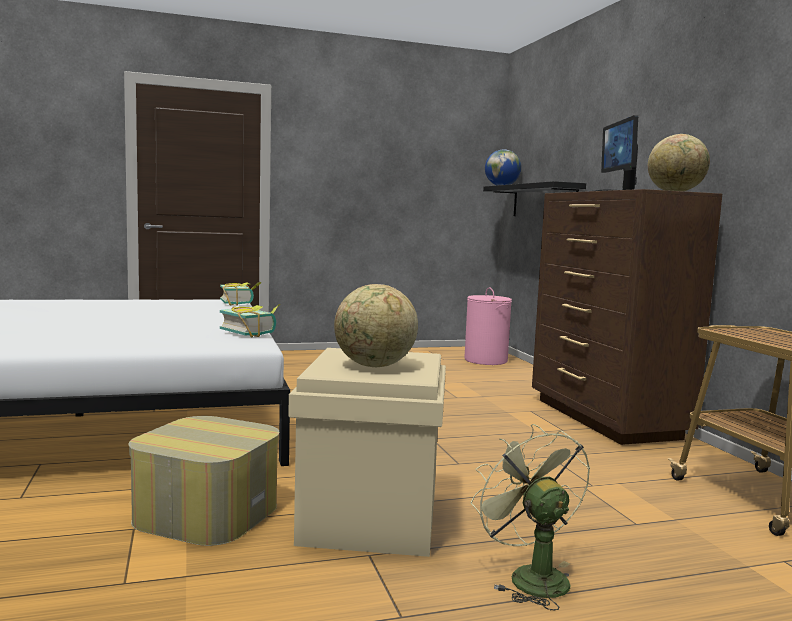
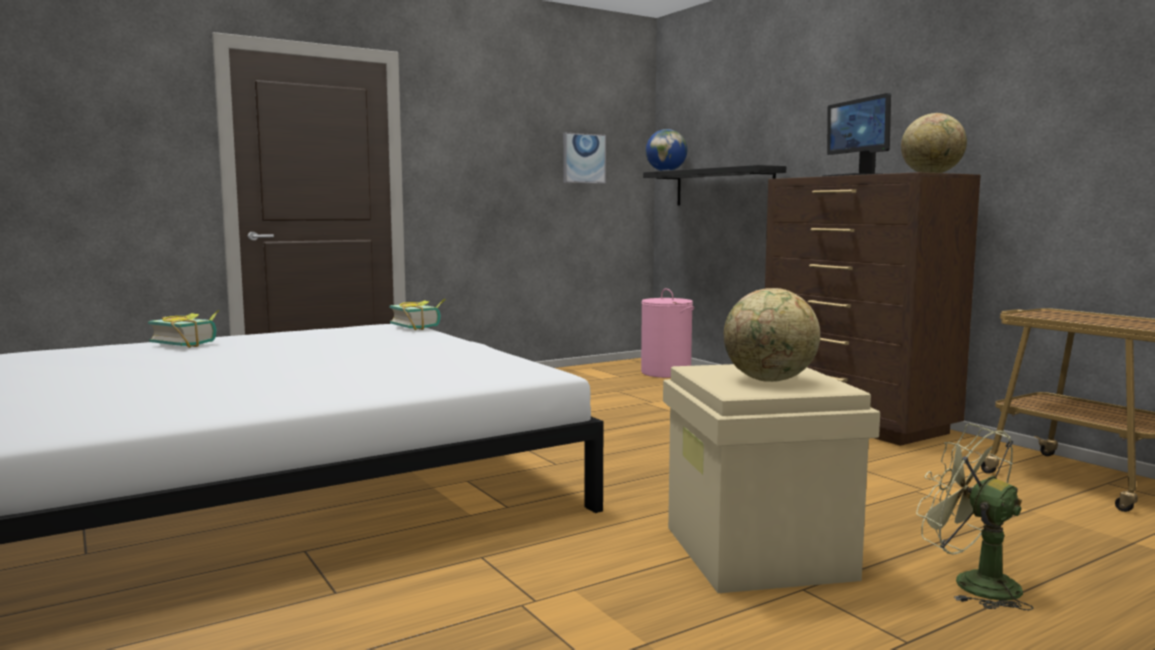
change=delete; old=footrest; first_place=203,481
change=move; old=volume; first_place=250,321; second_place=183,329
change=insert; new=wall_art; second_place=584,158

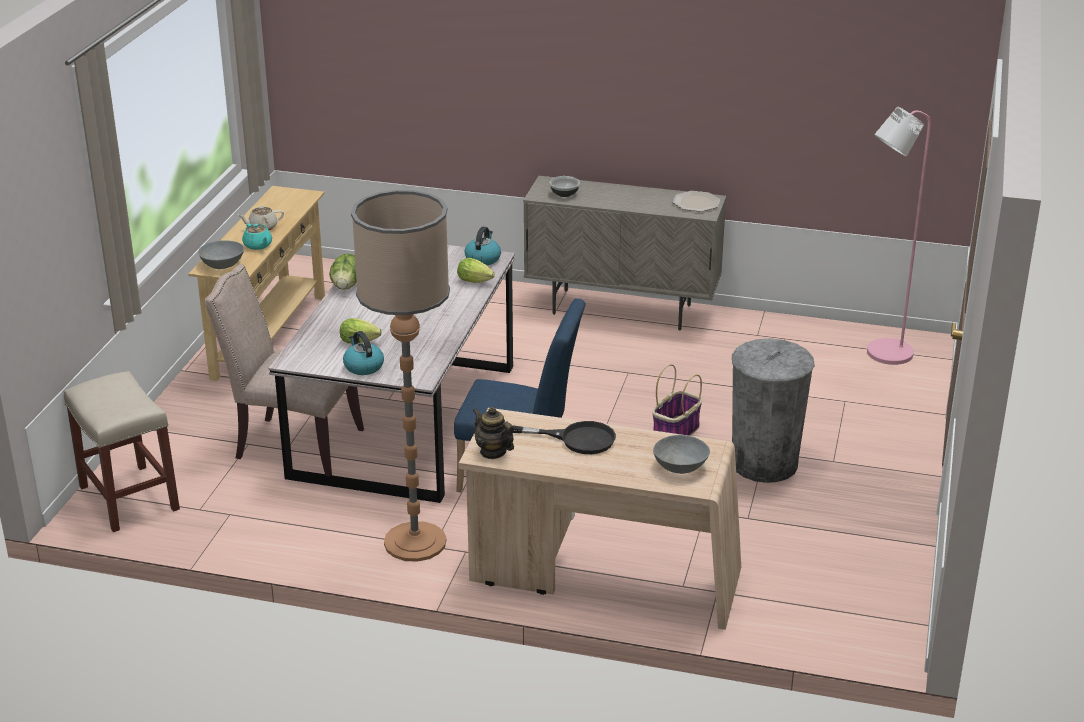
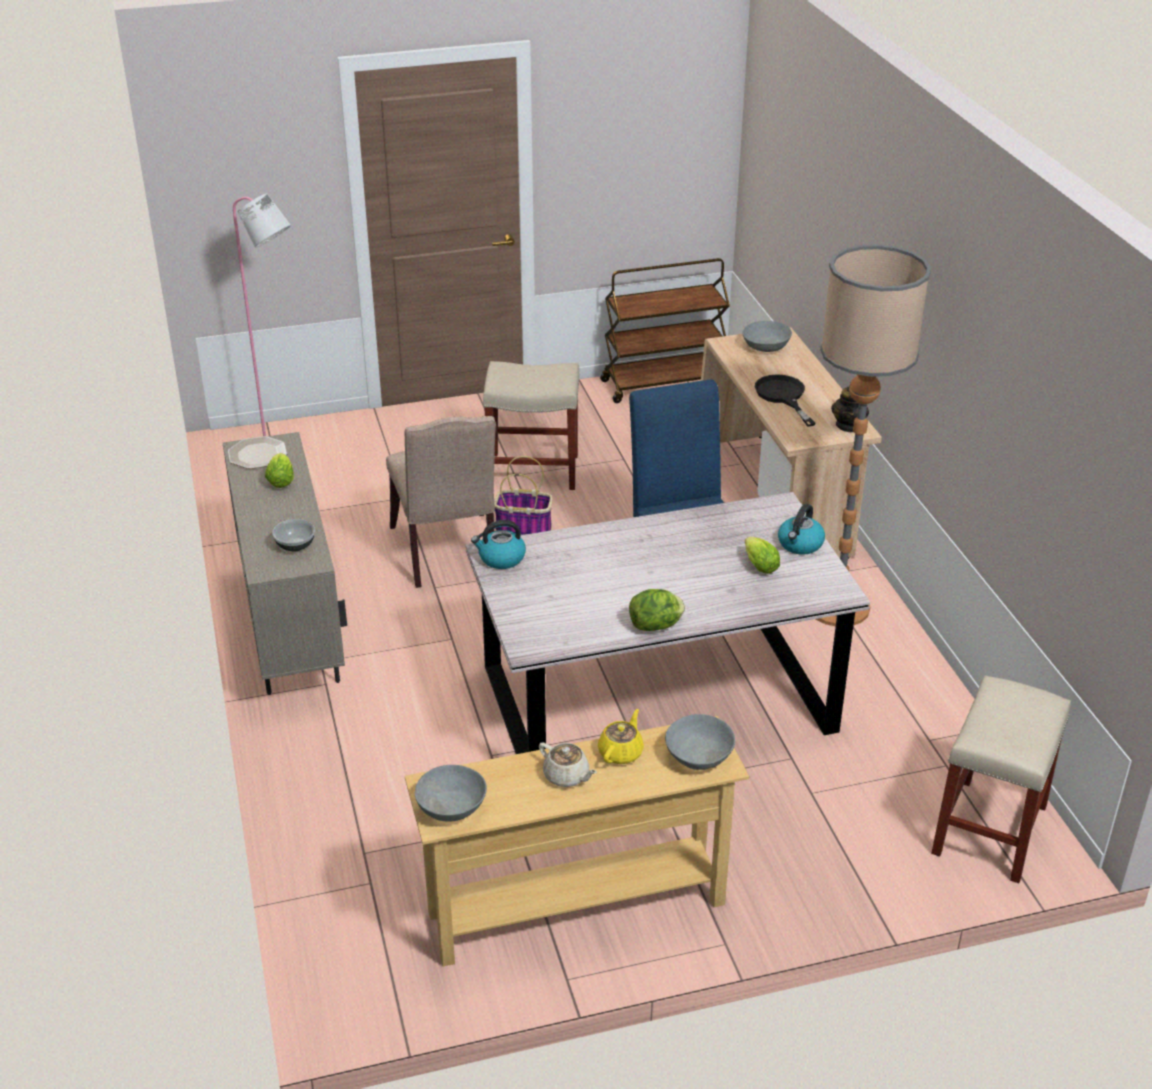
change=move; old=beige_upright_chair; first_place=284,370; second_place=441,502
change=recolor; old=blue-green_pot_for_tea; new=yellow-coloured_pot_for_tea; first_place=257,237; second_place=621,736
change=move; old=lettuce_head; first_place=476,270; second_place=279,470
change=replace; old=gray_trash_can; new=beige_stool_seat; first_place=773,410; second_place=531,425
change=insert; new=gray_serving_bowl; second_place=451,793
change=insert; new=brown-coloured_cart; second_place=665,330

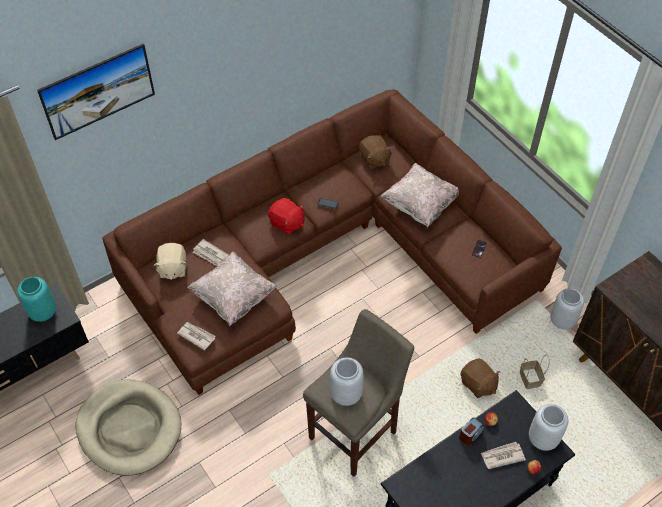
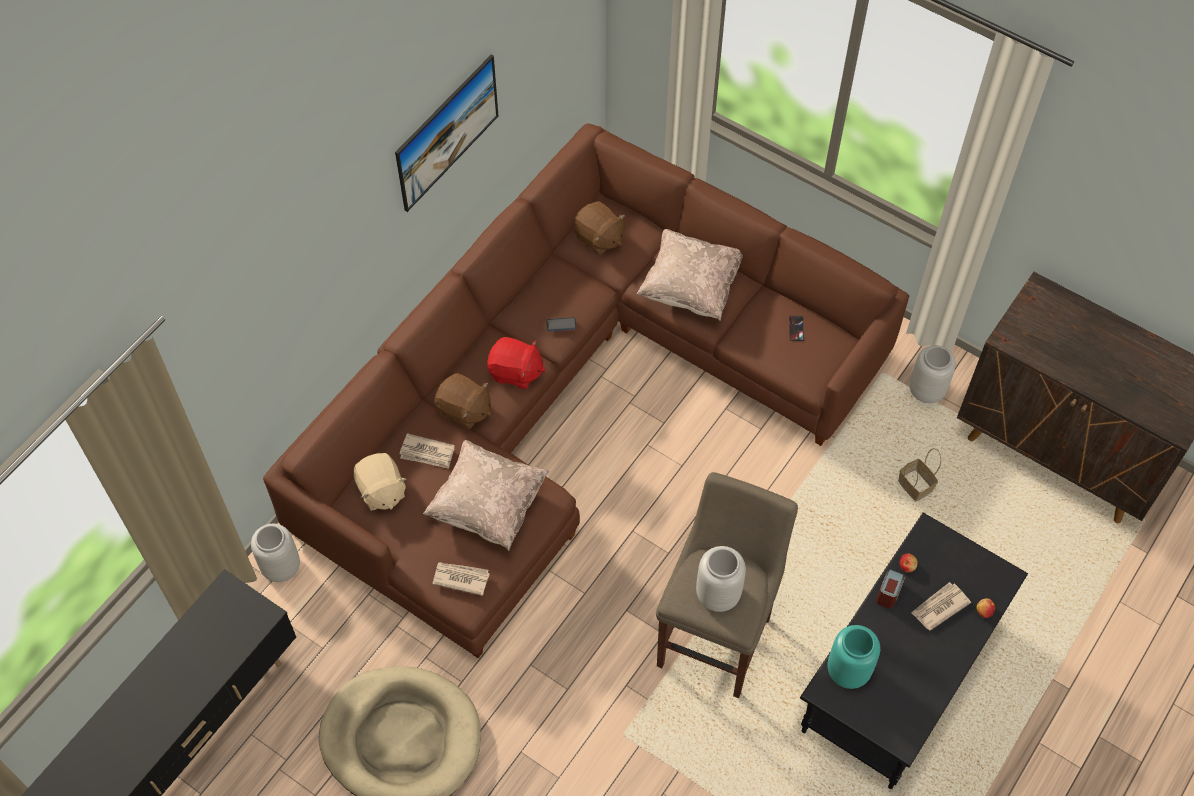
change=move; old=blue-green_decorative_vase; first_place=36,299; second_place=854,657
change=move; old=wall_art; first_place=96,92; second_place=446,133
change=move; old=brown-coloured_plush_toy; first_place=480,378; second_place=462,401
change=move; old=gray_decorative_vase; first_place=548,427; second_place=275,552

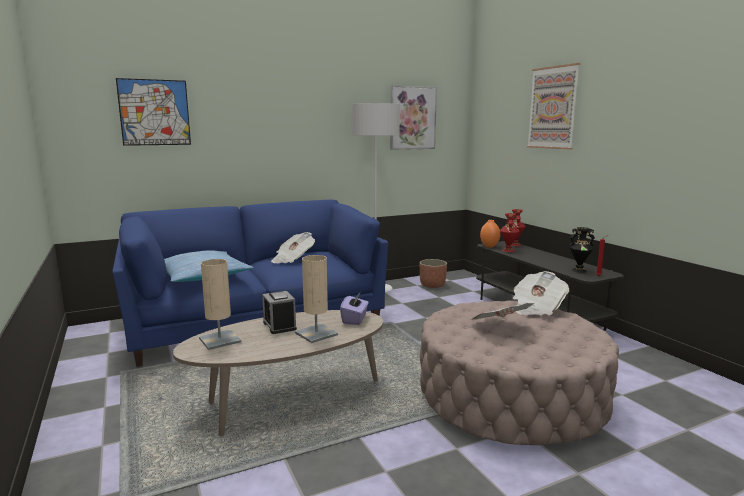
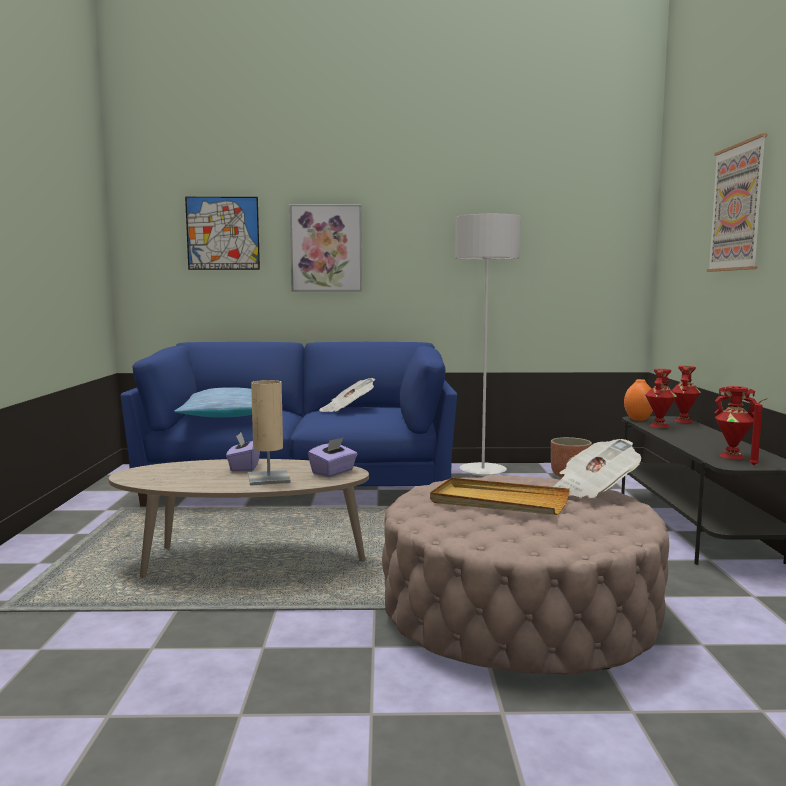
change=delete; old=beige_lamp_for_a_table; first_place=220,304
change=replace; old=table_clock; new=purple_box_of_tissues; first_place=279,312; second_place=243,452
change=move; old=wall_art; first_place=413,117; second_place=326,248
change=replace; old=newspaper; new=beige_carrying_tray; first_place=502,311; second_place=500,496
change=recolor; old=black-coloured_decorative_vase; new=red_decorative_vase; first_place=582,250; second_place=736,422

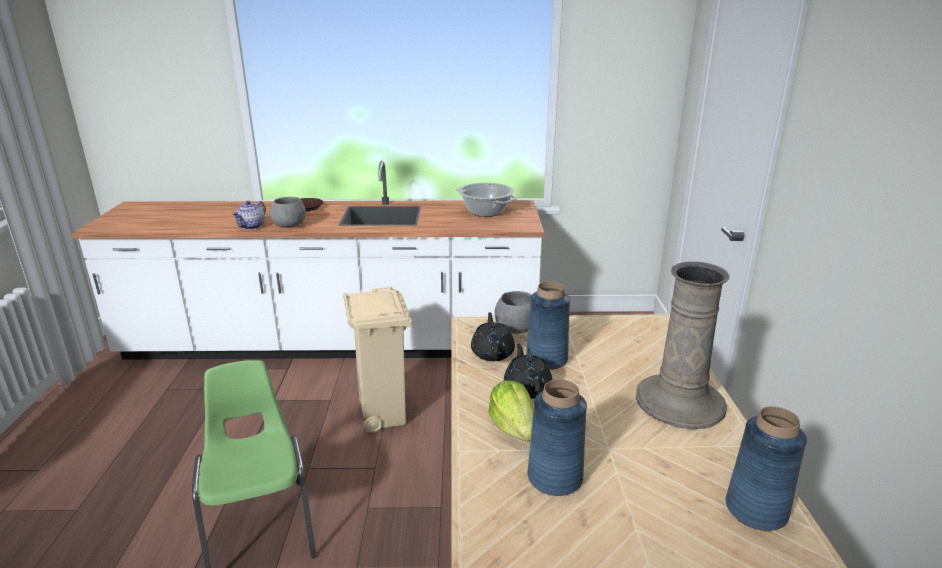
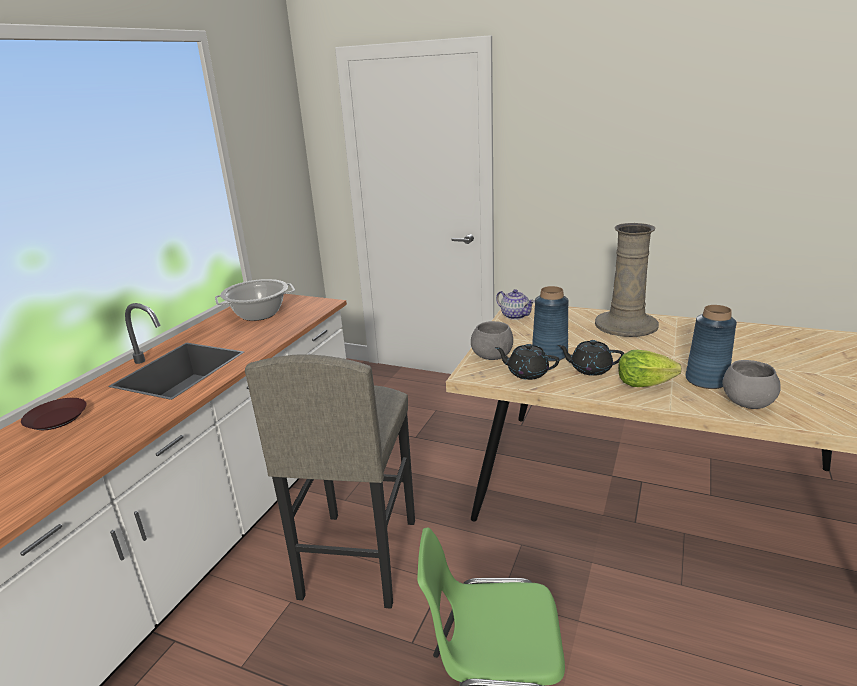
change=move; old=pot_for_tea; first_place=249,215; second_place=515,304
change=move; old=gray_serving_bowl; first_place=288,212; second_place=751,384
change=replace; old=beige_trash_can; new=gray_stool_seat; first_place=377,360; second_place=330,481
change=delete; old=blue-coloured_decorative_vase; first_place=766,468

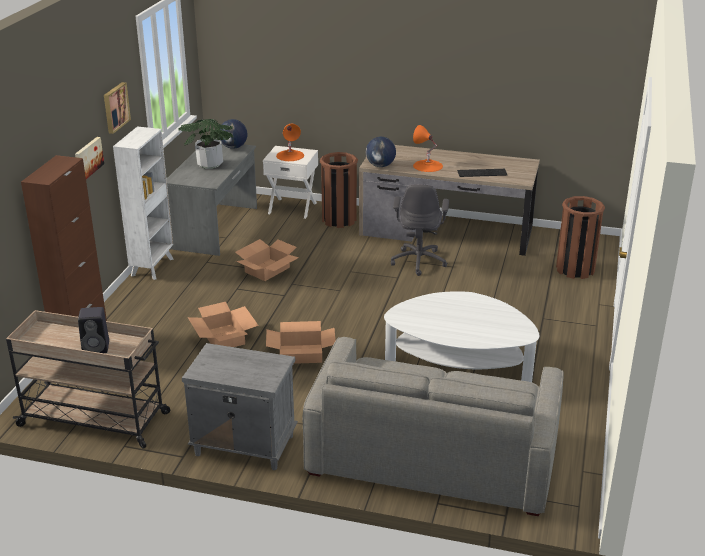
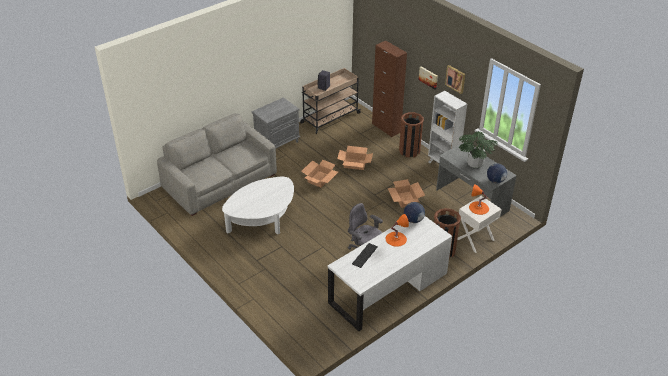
change=recolor; old=brown-coloured_desk; new=whitish_desk; first_place=449,200; second_place=390,273
change=move; old=brown-coloured_trash_can; first_place=580,237; second_place=411,135

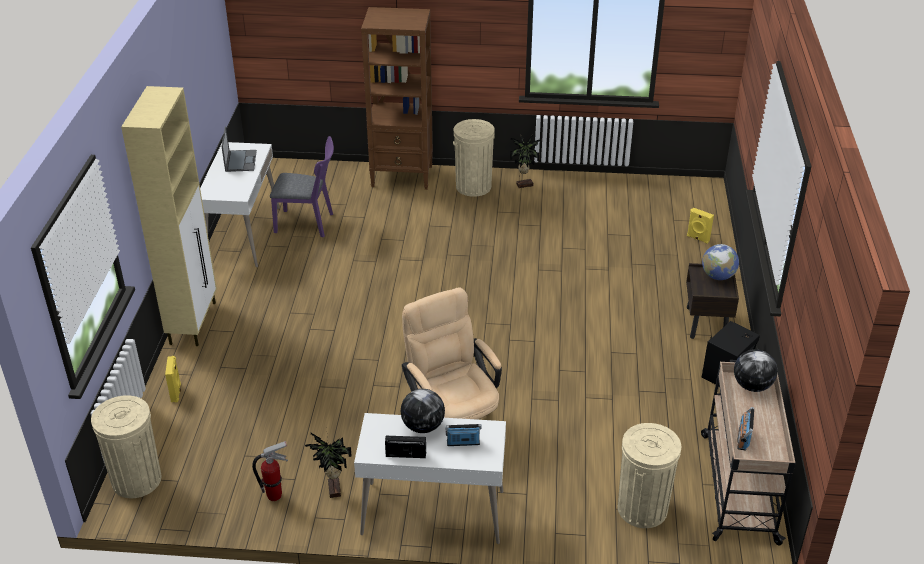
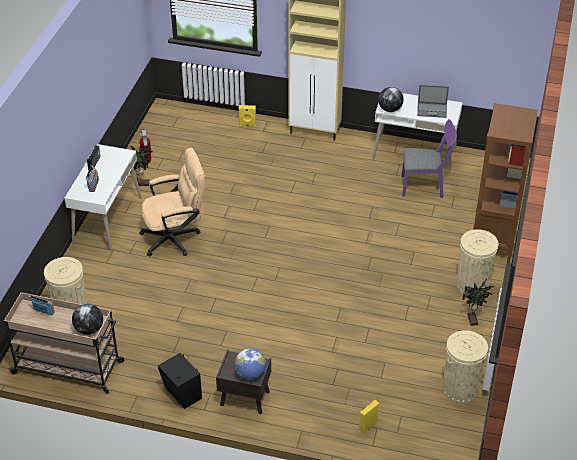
change=move; old=beige_trash_can; first_place=126,446; second_place=465,366
change=rotate; old=purple_upright_chair; first_place=302,187; second_place=429,158; degrees=-105
change=move; old=globe; first_place=423,411; second_place=391,99

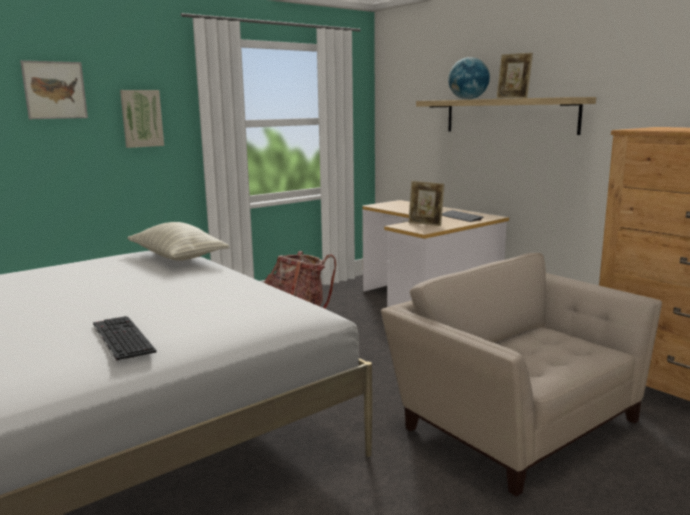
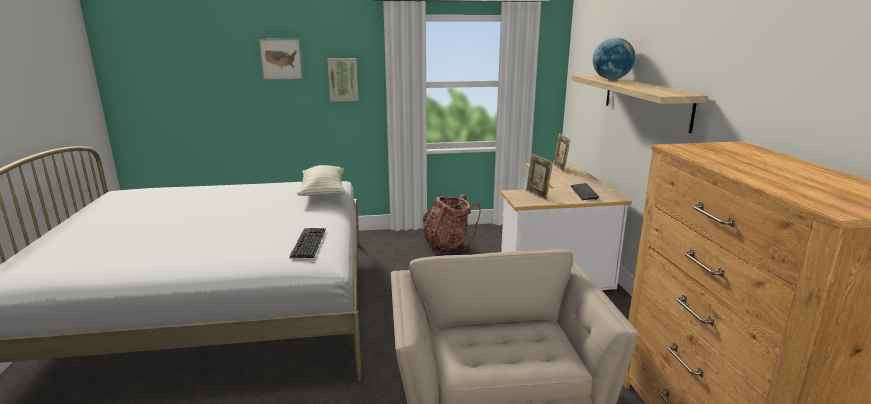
change=move; old=keyboard; first_place=125,338; second_place=308,243
change=move; old=standing_frame; first_place=514,75; second_place=562,152

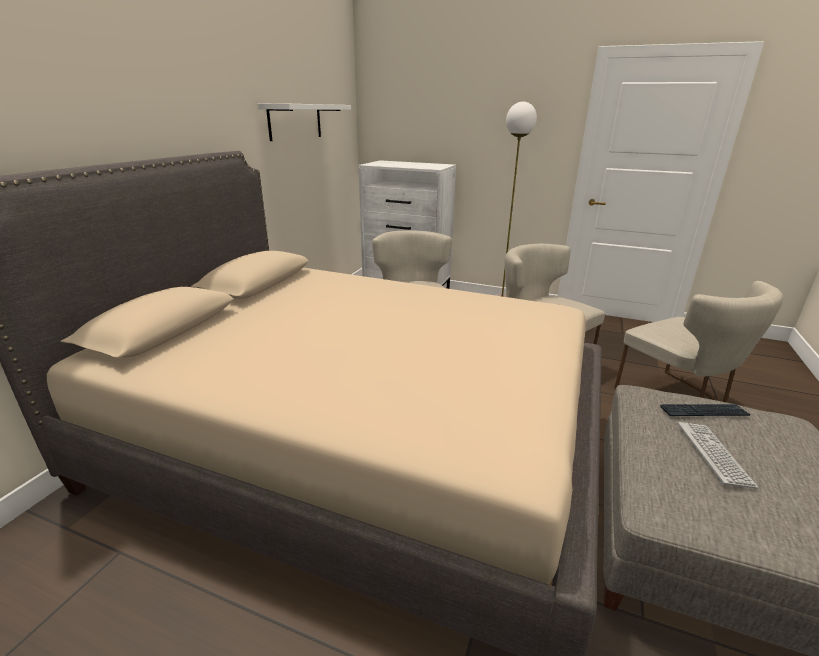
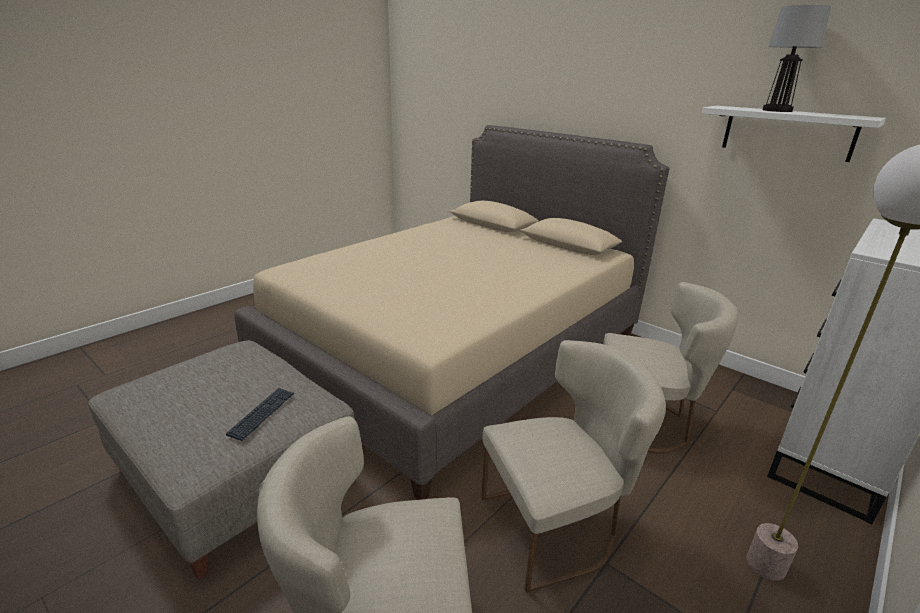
change=delete; old=keyboard; first_place=718,455
change=insert; new=lamp_for_a_table; second_place=797,58

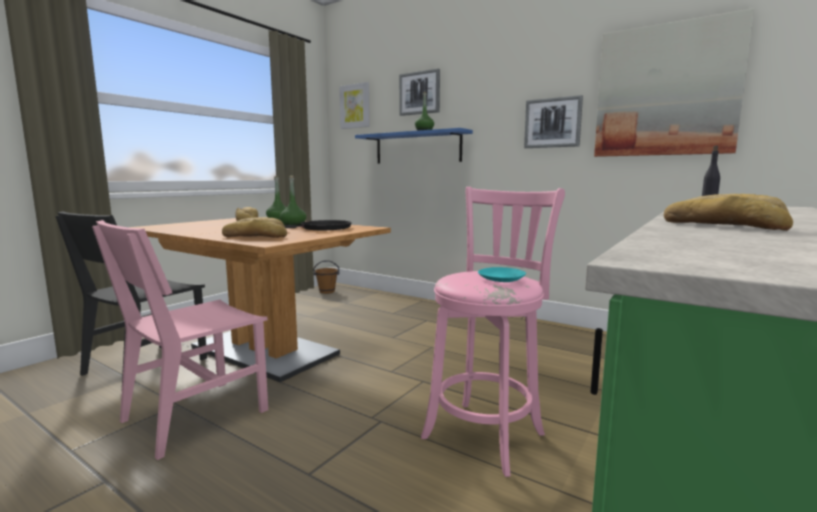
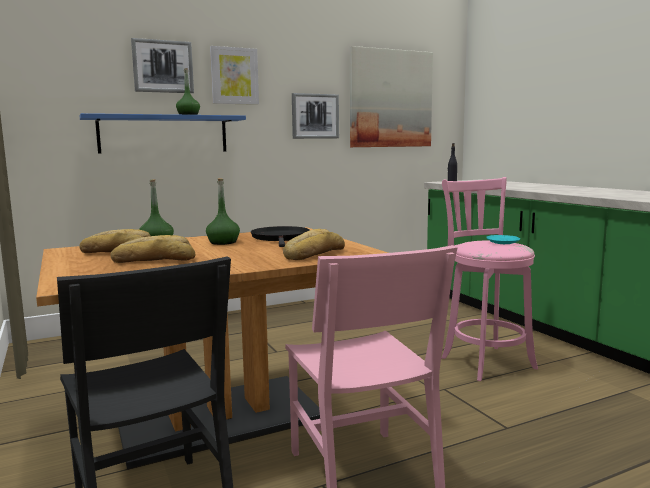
change=delete; old=brown-coloured_pail; first_place=326,277
change=move; old=wall_art; first_place=354,105; second_place=234,75
change=move; old=baked_bread; first_place=728,212; second_place=153,249

